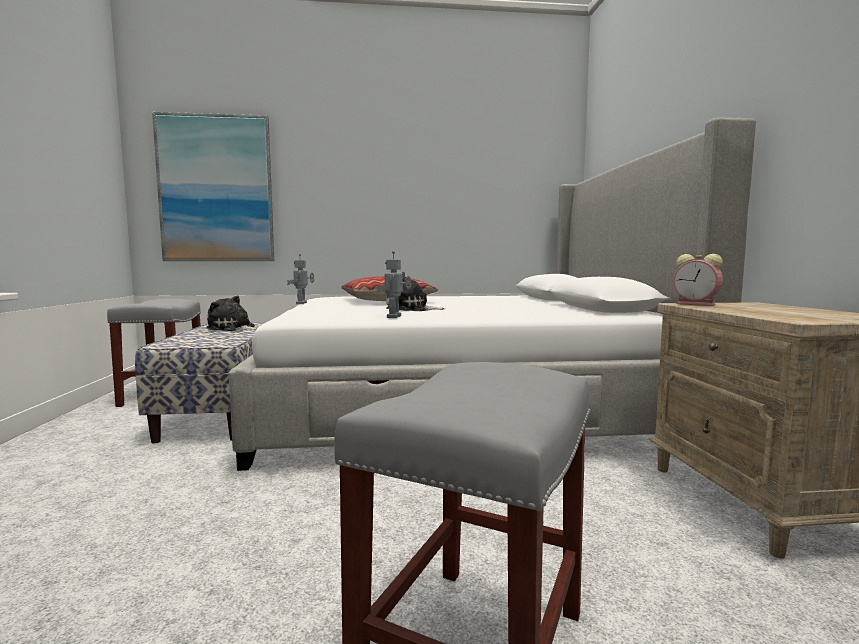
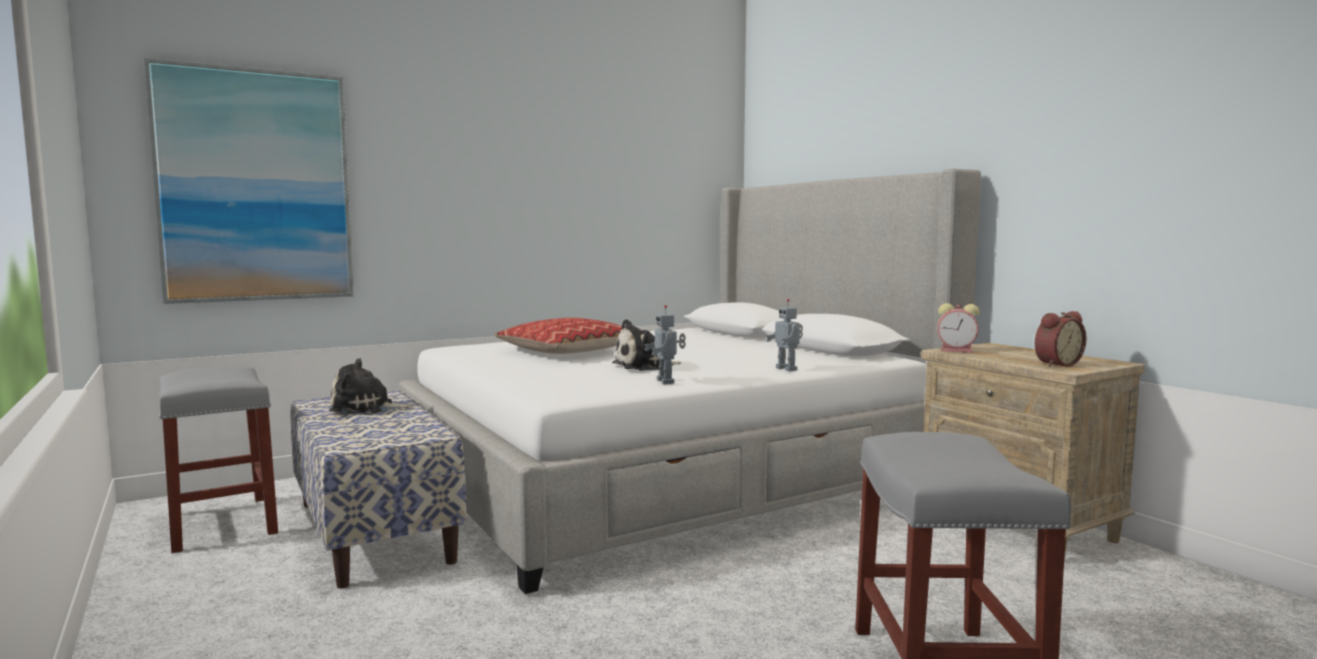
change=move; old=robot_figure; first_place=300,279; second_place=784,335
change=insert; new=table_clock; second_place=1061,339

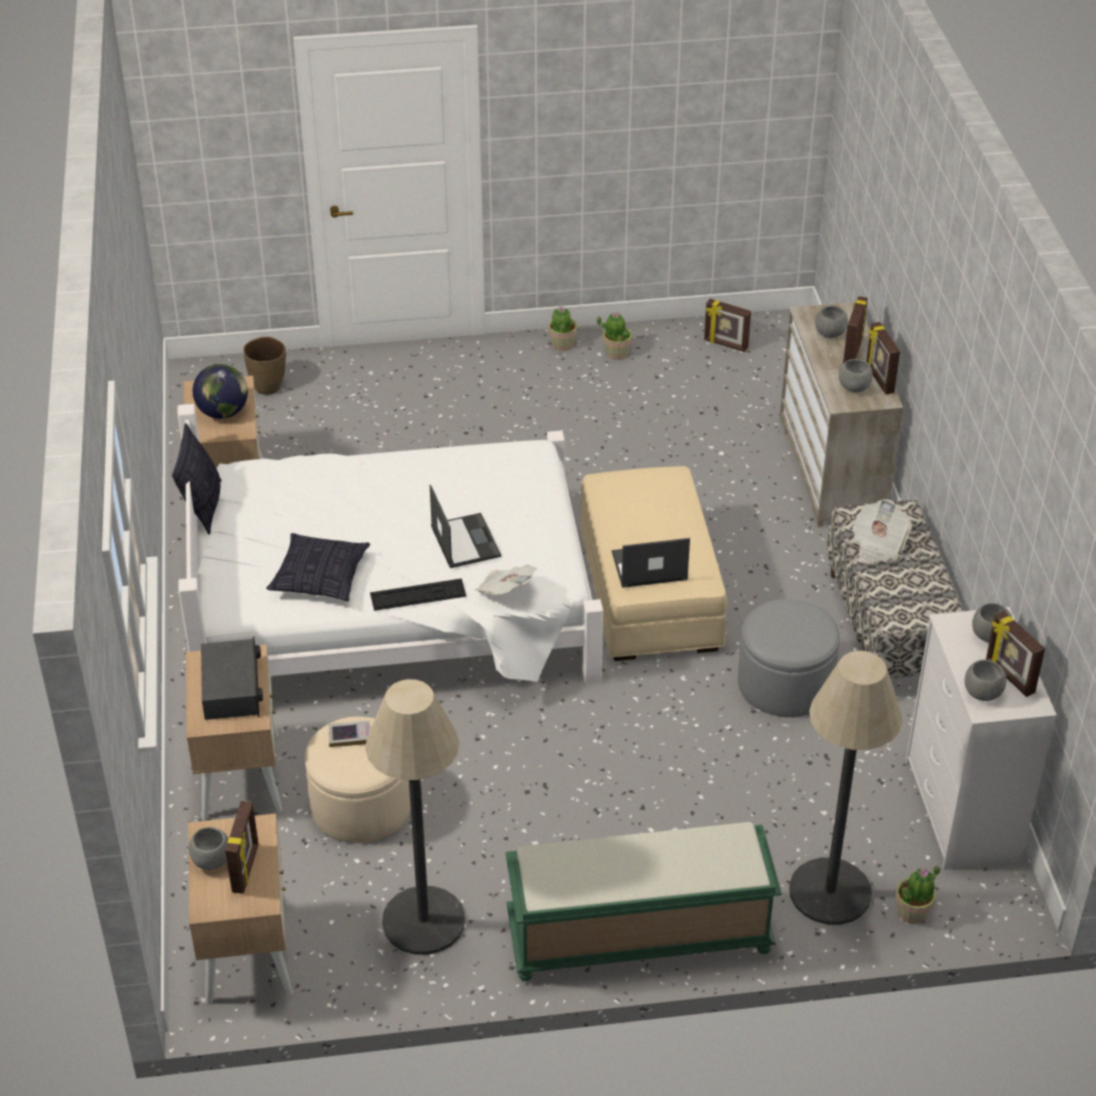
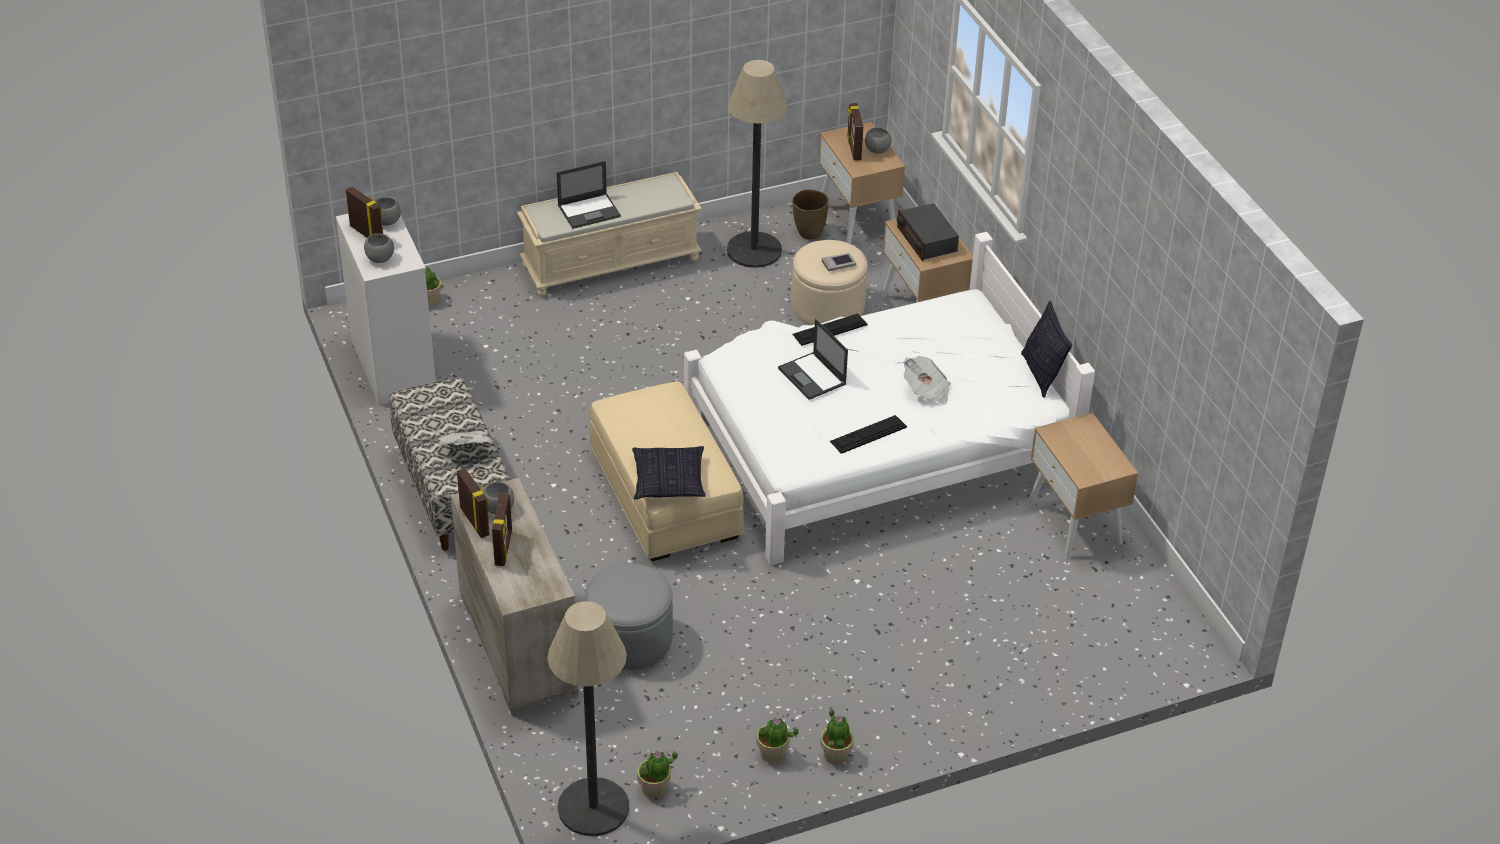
change=delete; old=globe; first_place=220,391
change=move; old=brown-coloured_decorative_vase; first_place=264,365; second_place=810,214
change=move; old=pillow; first_place=318,567; second_place=669,472
change=move; old=newspaper; first_place=506,580; second_place=927,380
change=recolor; old=green_bench; new=beige_bench; first_place=643,901; second_place=609,234
change=move; old=notebook_computer; first_place=650,563; second_place=589,195
change=replace; old=standing_frame; new=potted_plant; first_place=727,325; second_place=657,774
change=move; old=gray_footrest; first_place=789,658; second_place=629,617
change=move; old=standing_lamp; first_place=845,788; second_place=588,718
change=delete; old=gray_serving_bowl; first_place=831,322
change=insert; new=keyboard; second_place=868,434

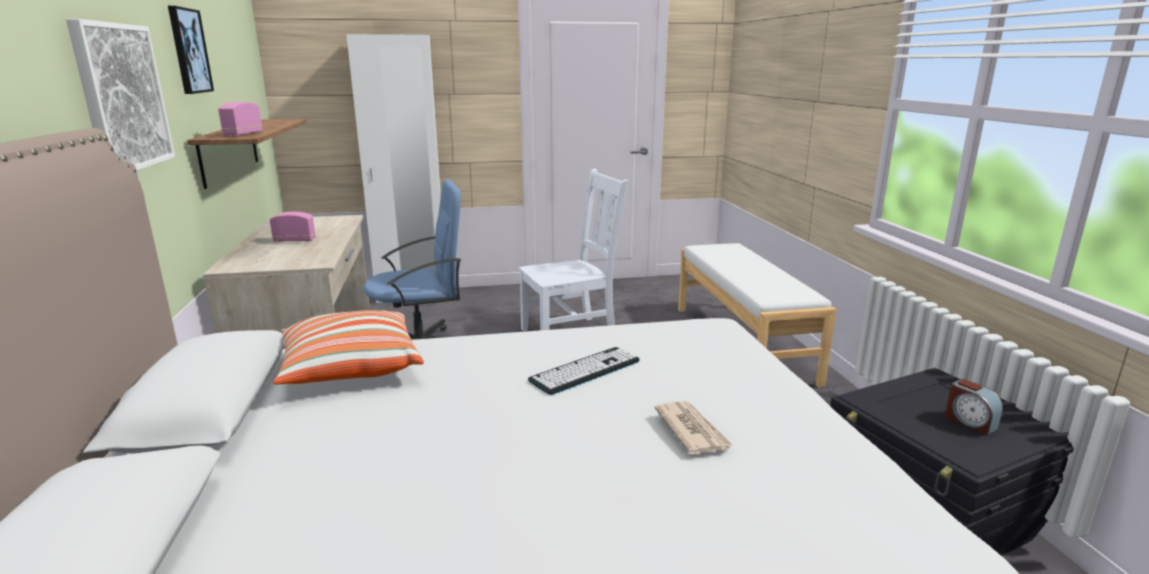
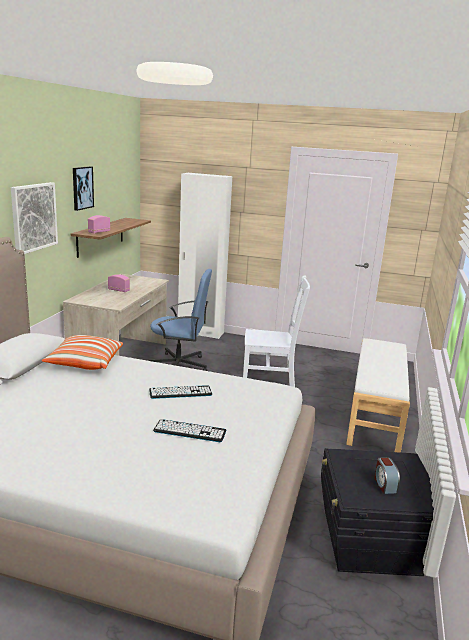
change=replace; old=newspaper; new=keyboard; first_place=694,427; second_place=190,430

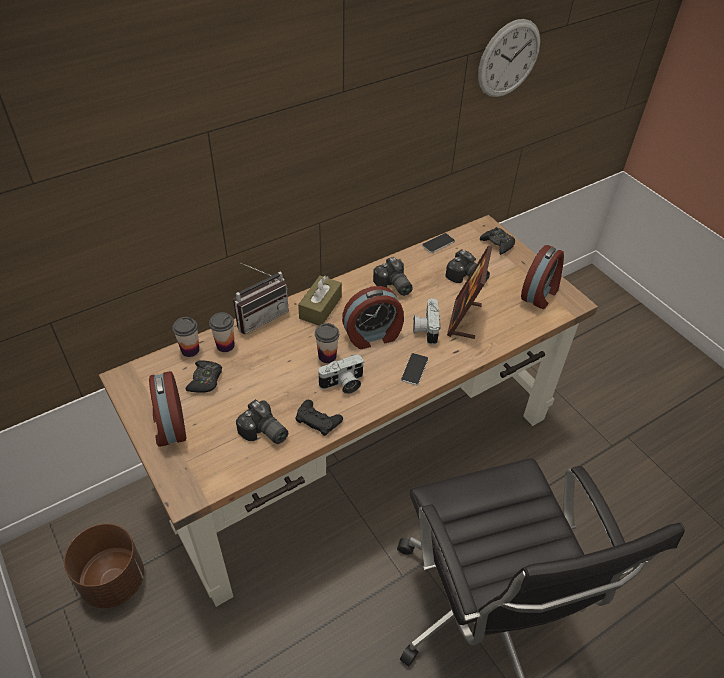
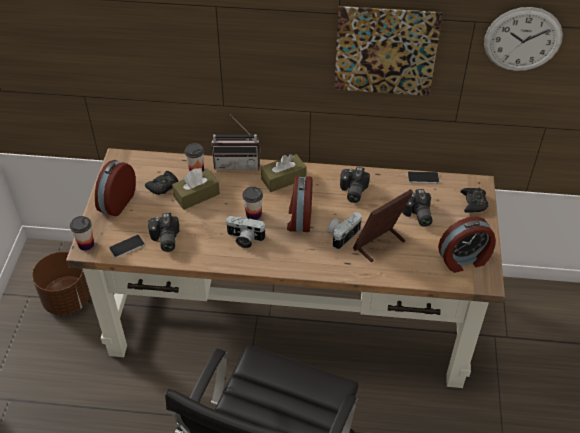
change=move; old=cup; first_place=185,337; second_place=82,233
change=delete; old=black-coloured_gamepad; first_place=319,418
change=rotate; old=table_clock; first_place=373,317; second_place=299,204; degrees=75
change=move; old=telephone; first_place=414,369; second_place=127,246
change=insert; new=brown-coloured_box_of_tissues; second_place=196,189
change=insert; new=wall_art; second_place=388,51

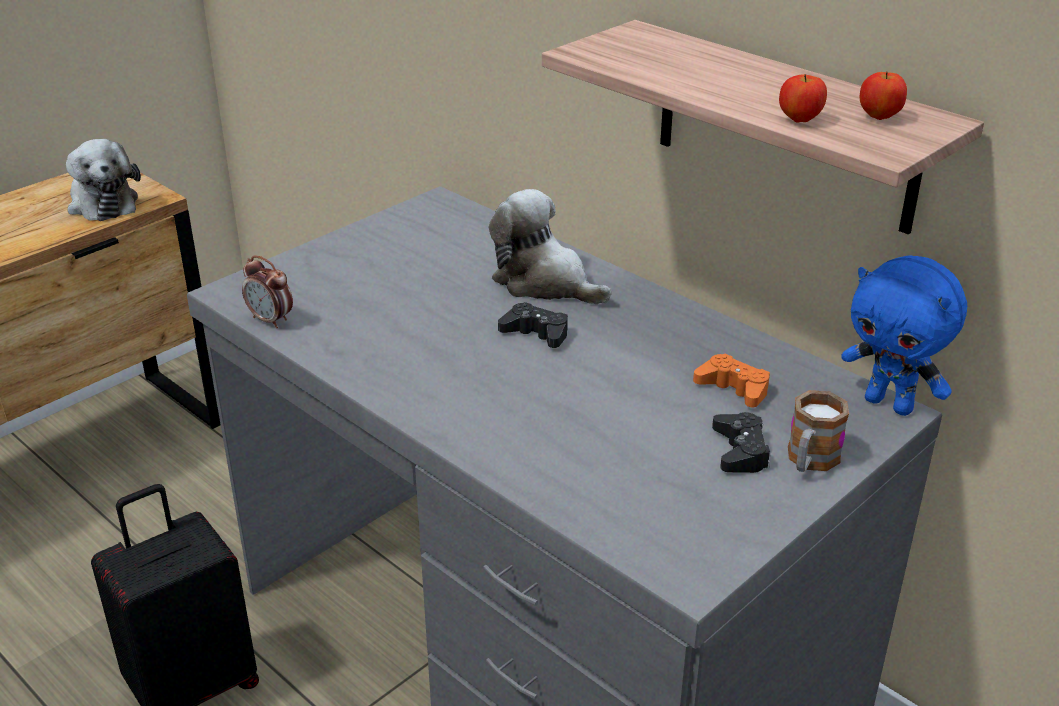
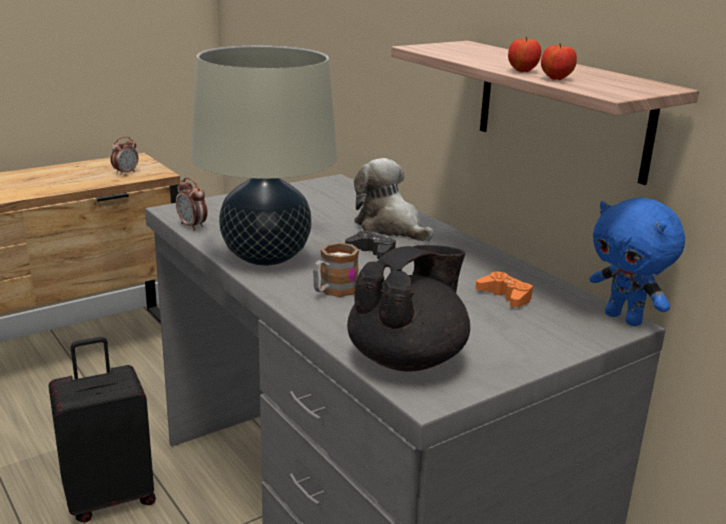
change=replace; old=plush_toy; new=table_clock; first_place=103,180; second_place=124,156
change=delete; old=black-coloured_gamepad; first_place=741,442
change=move; old=coffee_mug; first_place=818,431; second_place=336,269
change=move; old=whole_apple; first_place=883,96; second_place=524,54
change=insert; new=beige_lamp_for_a_table; second_place=264,156
change=insert; new=black-coloured_pot_for_tea; second_place=408,308

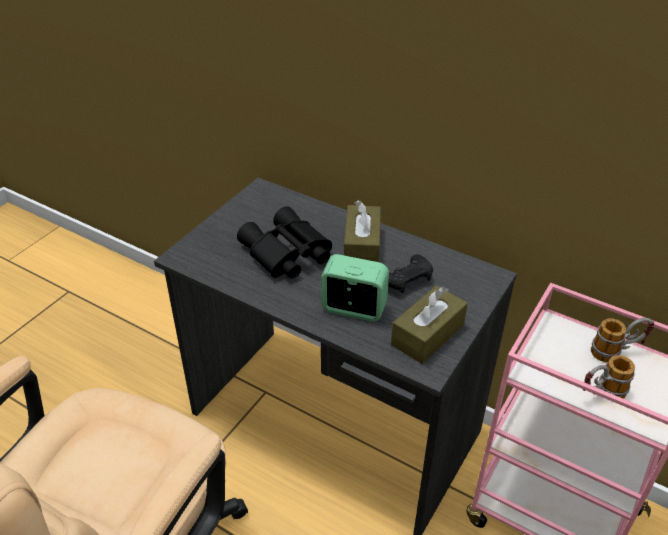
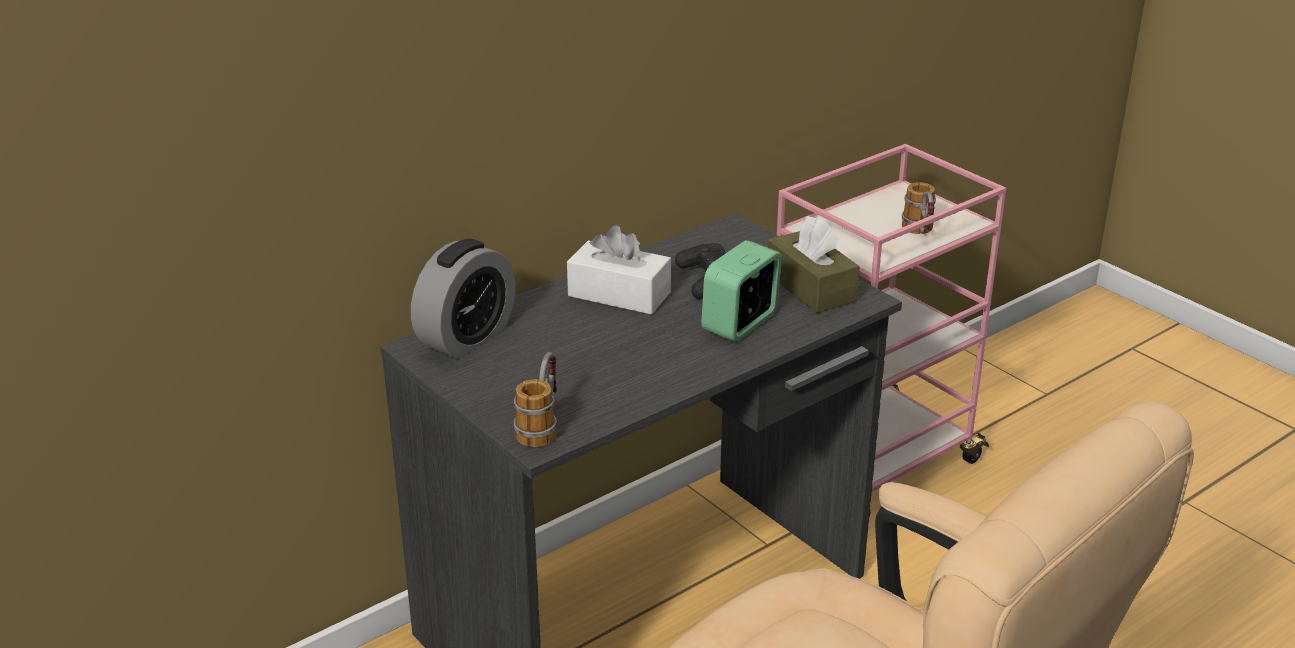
change=delete; old=black-coloured_field_glasses; first_place=284,242
change=recolor; old=brown-coloured_box_of_tissues; new=whitish_box_of_tissues; first_place=362,231; second_place=619,269
change=move; old=coffee_mug; first_place=623,340; second_place=535,399
change=insert; new=table_clock; second_place=463,298

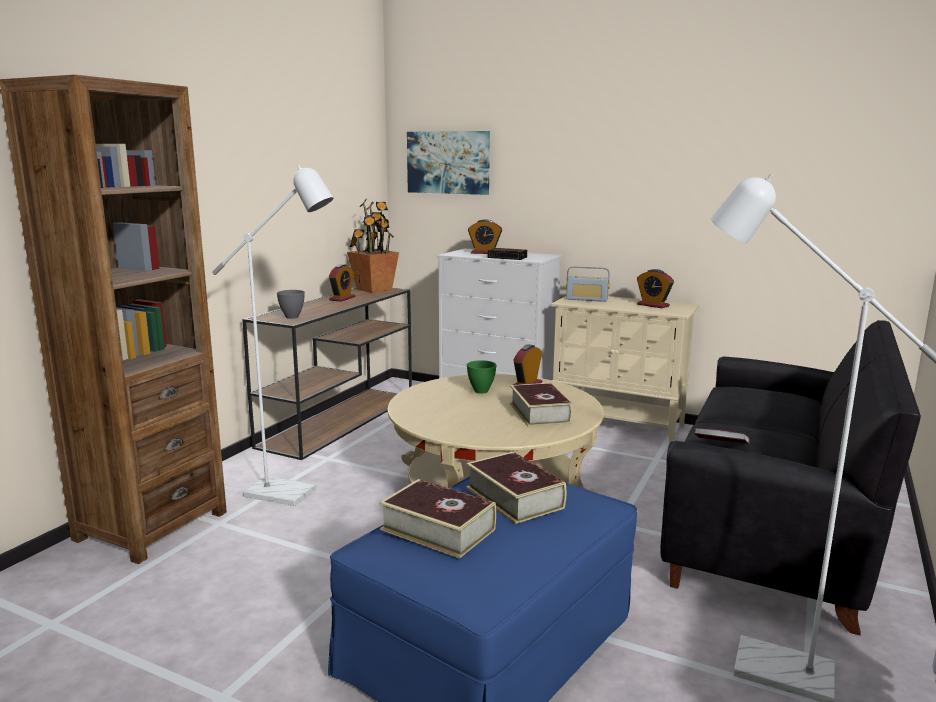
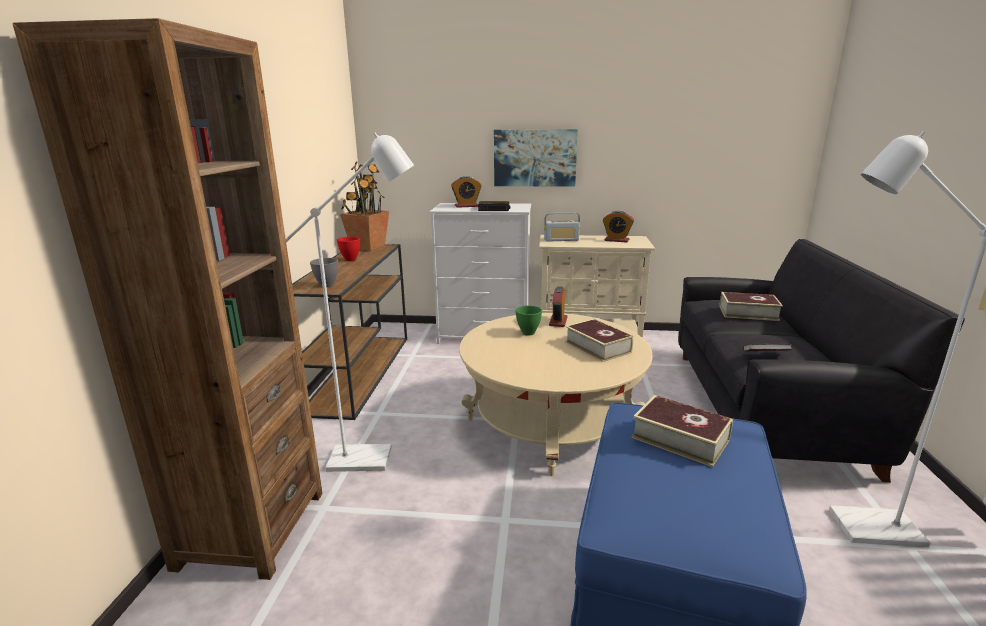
change=replace; old=table_clock; new=red_serving_bowl; first_place=342,283; second_place=348,248
change=move; old=volume; first_place=437,519; second_place=751,306
change=move; old=wall_art; first_place=448,163; second_place=536,158

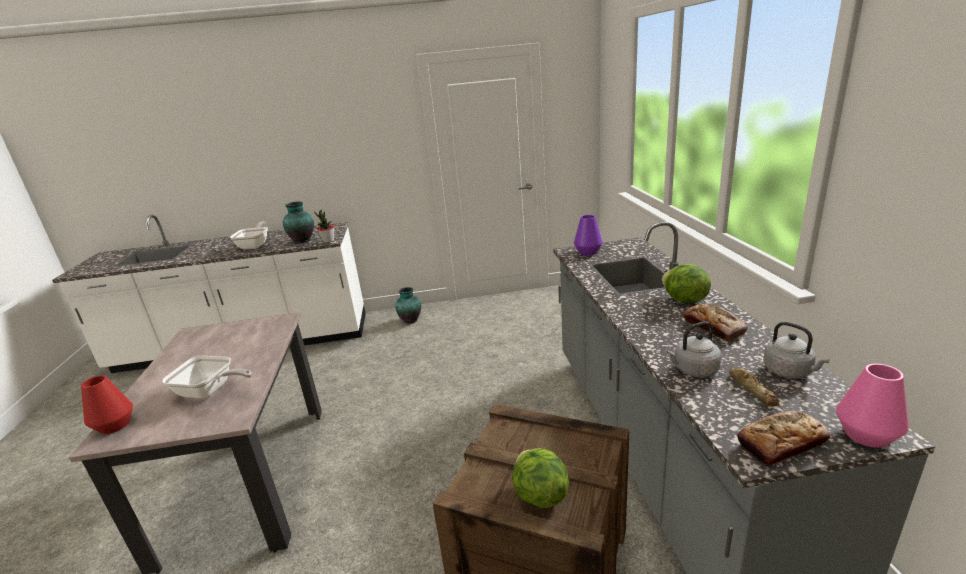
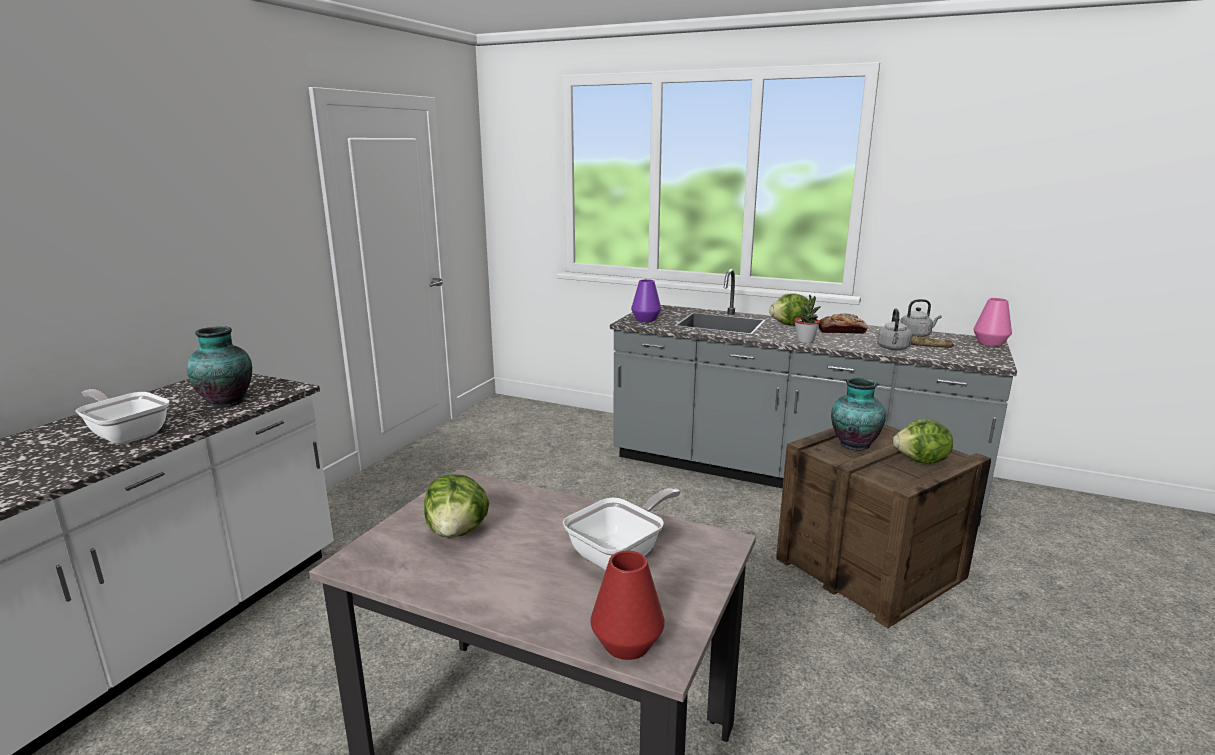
change=move; old=potted_plant; first_place=324,226; second_place=807,318
change=move; old=decorative_vase; first_place=408,305; second_place=858,414
change=delete; old=baked_bread; first_place=783,438
change=insert; new=lettuce_head; second_place=456,506

